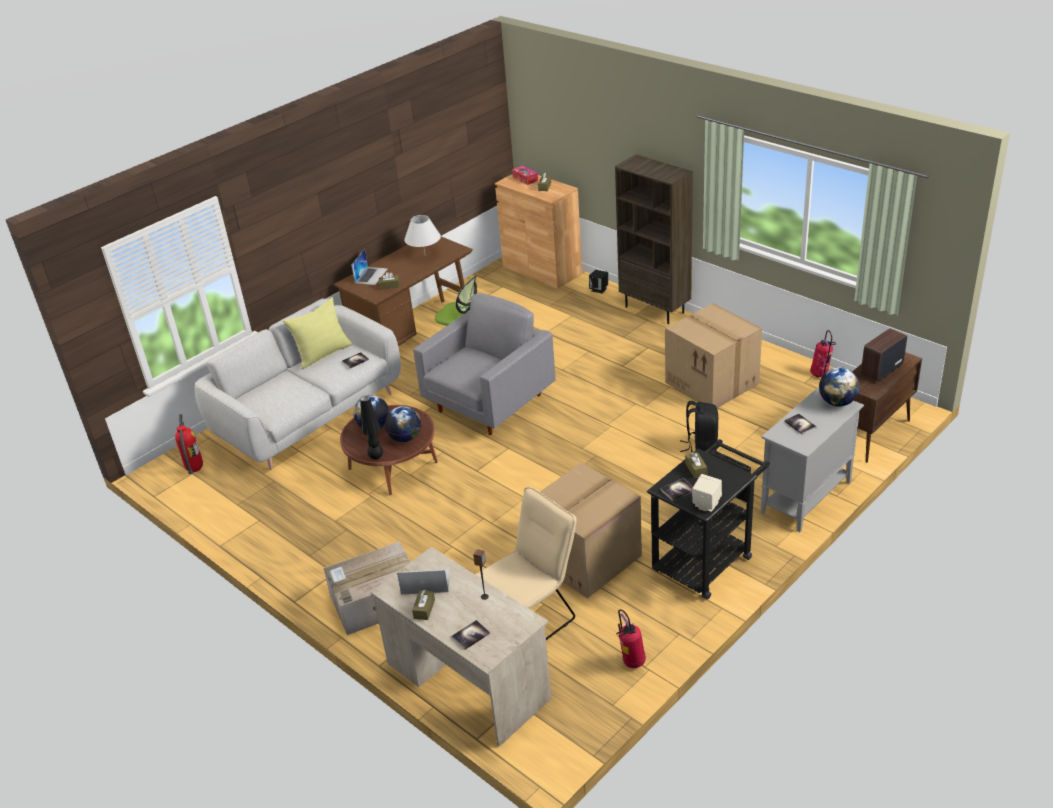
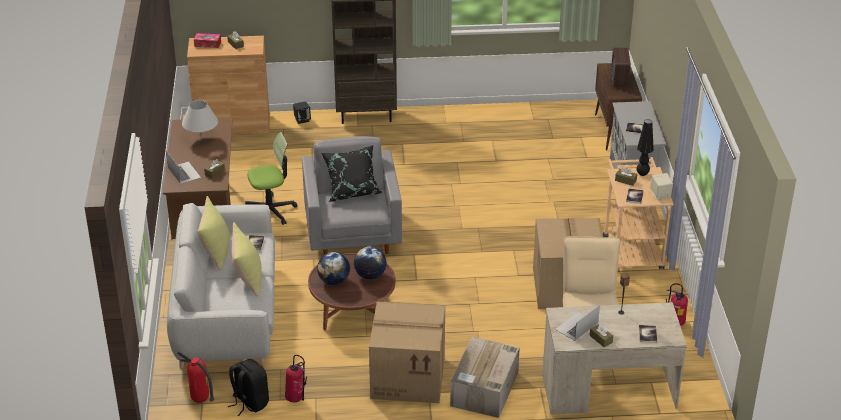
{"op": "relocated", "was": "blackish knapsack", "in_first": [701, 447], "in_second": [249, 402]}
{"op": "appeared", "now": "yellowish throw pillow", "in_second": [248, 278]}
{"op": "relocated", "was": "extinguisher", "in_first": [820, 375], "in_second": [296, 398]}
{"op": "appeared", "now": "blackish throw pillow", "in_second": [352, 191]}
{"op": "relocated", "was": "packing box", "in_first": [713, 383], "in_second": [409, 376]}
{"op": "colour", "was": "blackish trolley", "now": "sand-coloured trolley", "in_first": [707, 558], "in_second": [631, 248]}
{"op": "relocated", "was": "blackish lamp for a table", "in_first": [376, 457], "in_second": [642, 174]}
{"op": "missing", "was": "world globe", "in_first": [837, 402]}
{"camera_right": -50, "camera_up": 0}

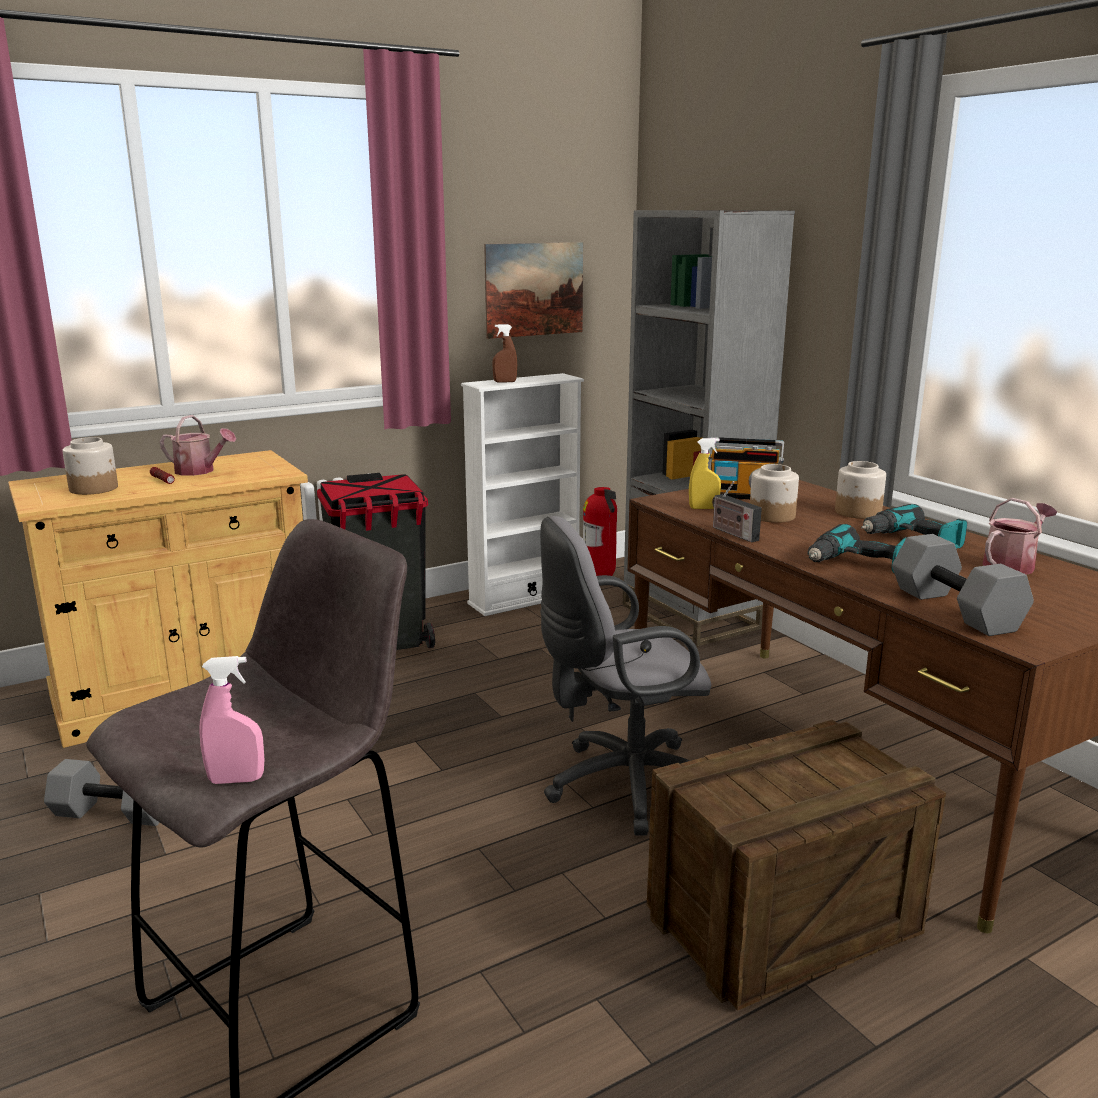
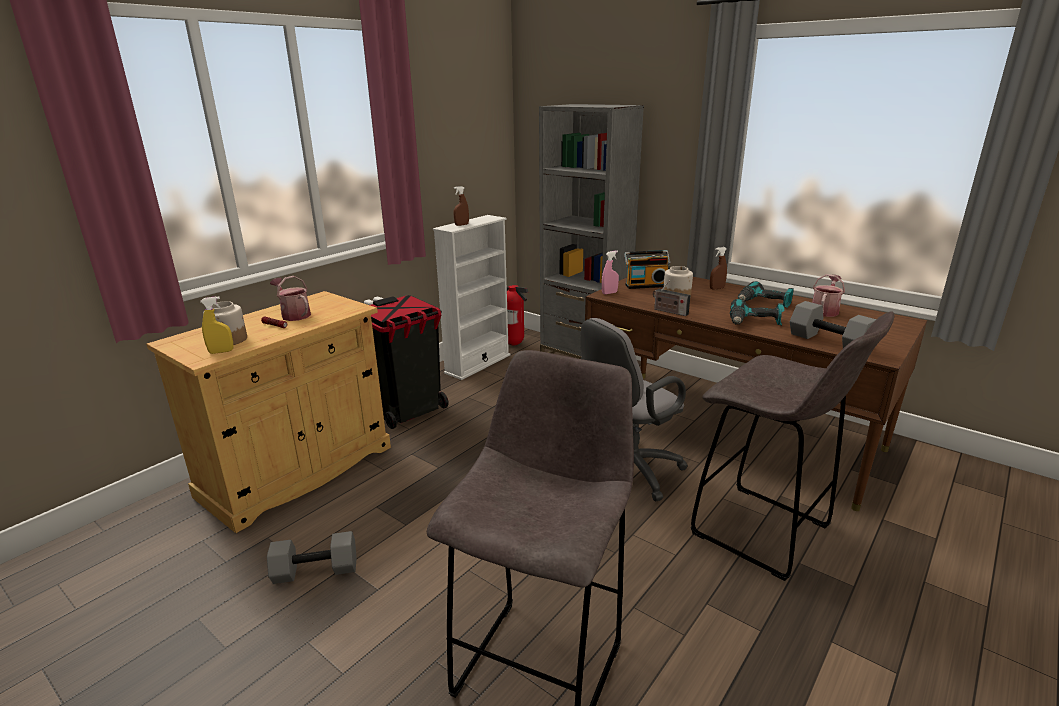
{"op": "relocated", "was": "yellowish spray bottle", "in_first": [703, 508], "in_second": [221, 352]}
{"op": "spun", "was": "watering pot", "in_first": [199, 471], "in_second": [294, 314], "clockwise": -135}
{"op": "relocated", "was": "pinkish spray bottle", "in_first": [236, 780], "in_second": [609, 293]}
{"op": "exchanged", "was": "shipping crate", "now": "greyish stool", "in_first": [781, 923], "in_second": [764, 532]}
{"op": "exchanged", "was": "preserve jar", "now": "brownish spray bottle", "in_first": [857, 512], "in_second": [716, 288]}
{"op": "missing", "was": "picture", "in_first": [534, 289]}
{"camera_right": -20, "camera_up": 5}

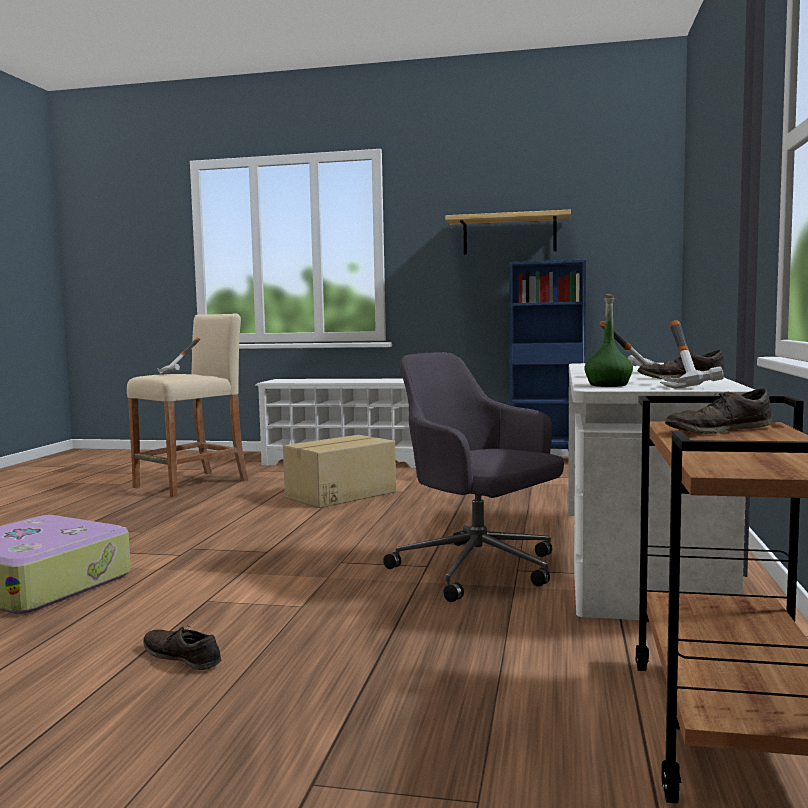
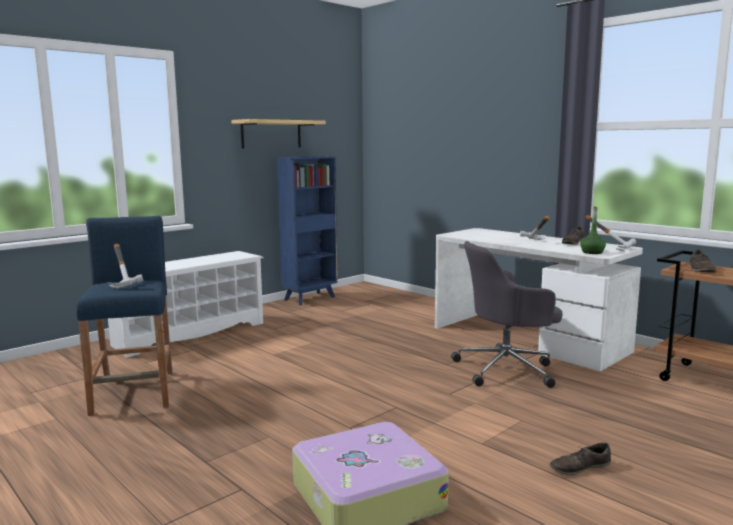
{"op": "colour", "was": "sand-coloured stool", "now": "blue-coloured stool", "in_first": [192, 484], "in_second": [135, 392]}
{"op": "missing", "was": "packing box", "in_first": [339, 494]}
{"camera_right": -55, "camera_up": 5}

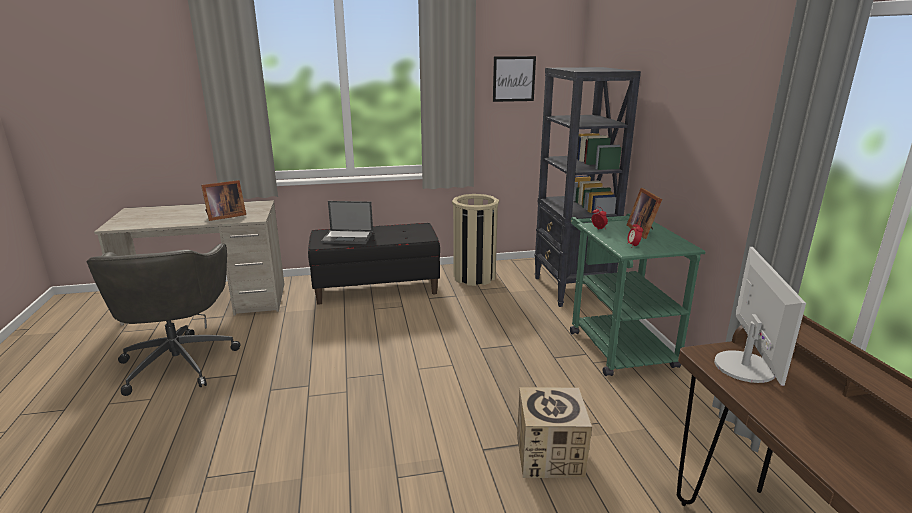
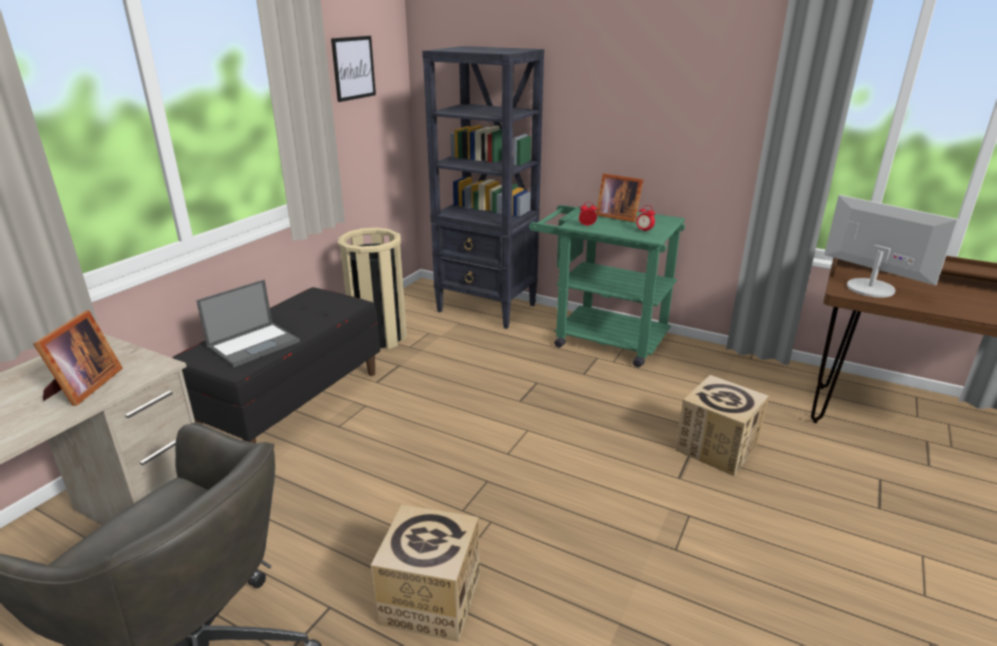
{"op": "appeared", "now": "packing box", "in_second": [430, 599]}
{"camera_right": -50, "camera_up": 5}

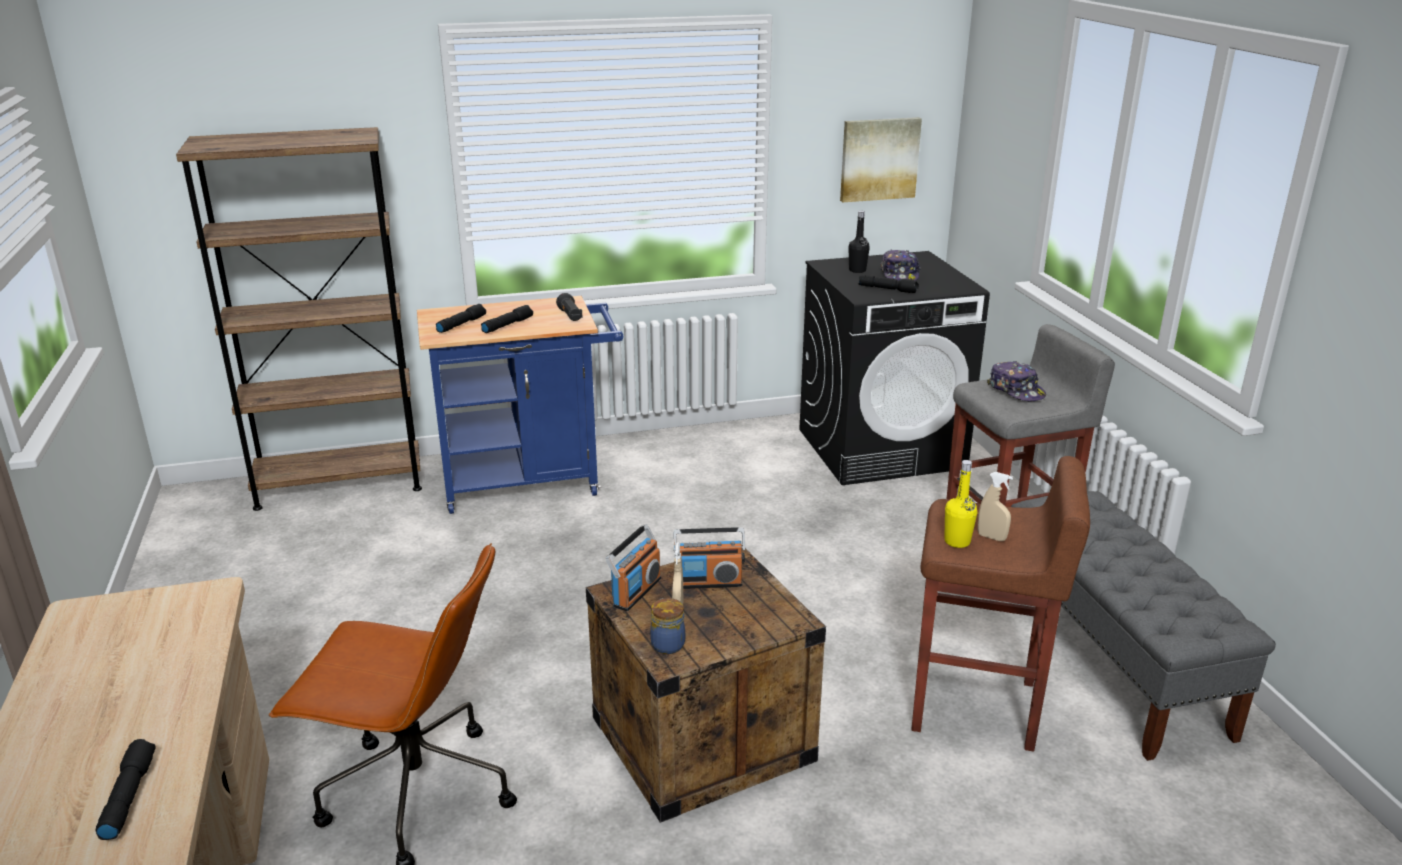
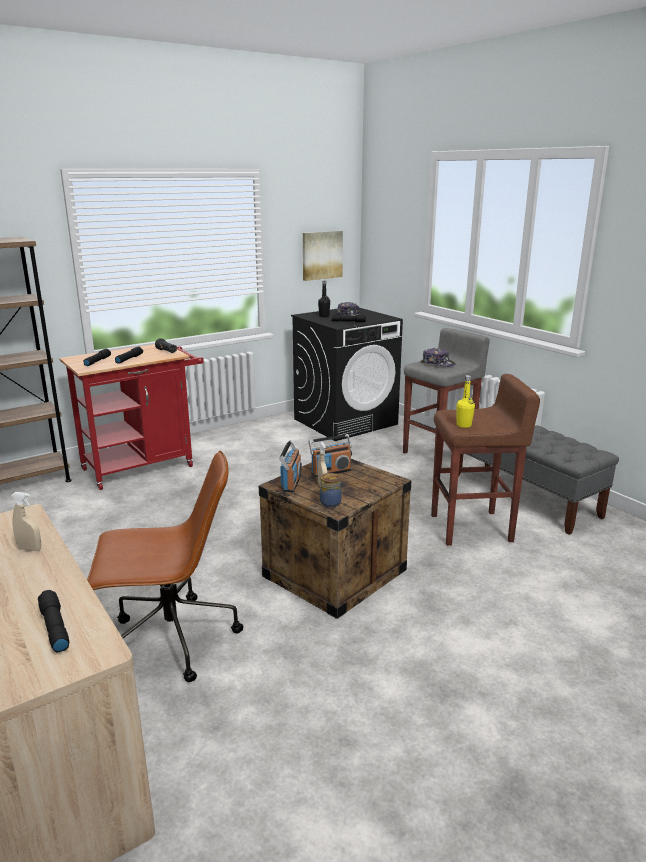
{"op": "relocated", "was": "sand-coloured spray bottle", "in_first": [991, 537], "in_second": [30, 549]}
{"op": "colour", "was": "blue-coloured trolley", "now": "red-coloured trolley", "in_first": [531, 482], "in_second": [144, 466]}
{"camera_right": -20, "camera_up": -5}

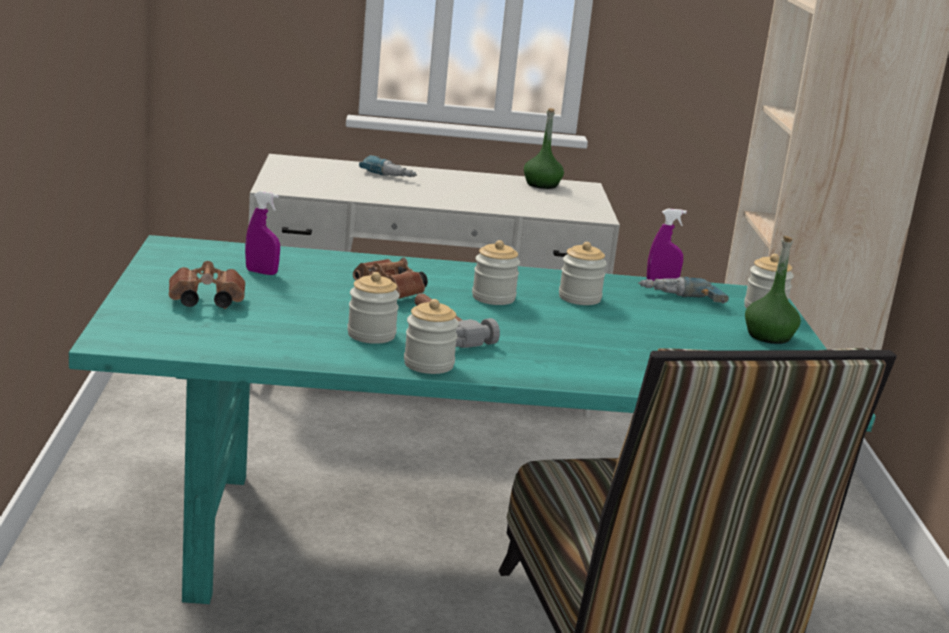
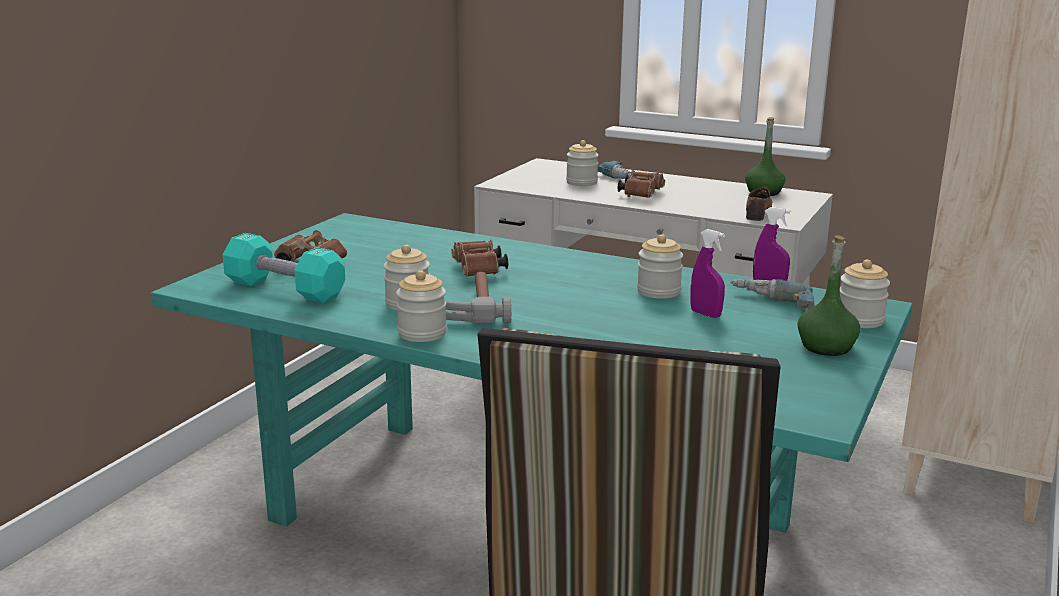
{"op": "appeared", "now": "turquoise-coloured dumbbell", "in_second": [285, 289]}
{"op": "relocated", "was": "preserve jar", "in_first": [493, 298], "in_second": [581, 182]}
{"op": "appeared", "now": "brownish pair of binoculars", "in_second": [642, 194]}
{"op": "relocated", "was": "purple-coloured spray bottle", "in_first": [261, 272], "in_second": [705, 314]}
{"op": "appeared", "now": "item of footwear", "in_second": [758, 213]}
{"camera_right": 30, "camera_up": 0}

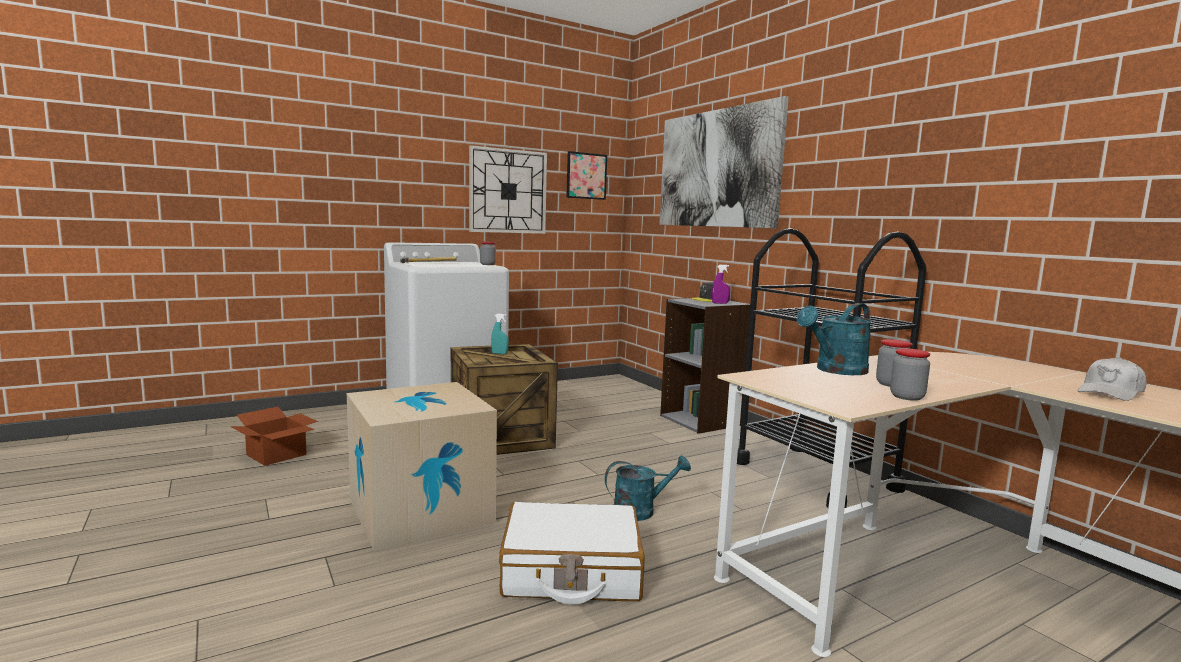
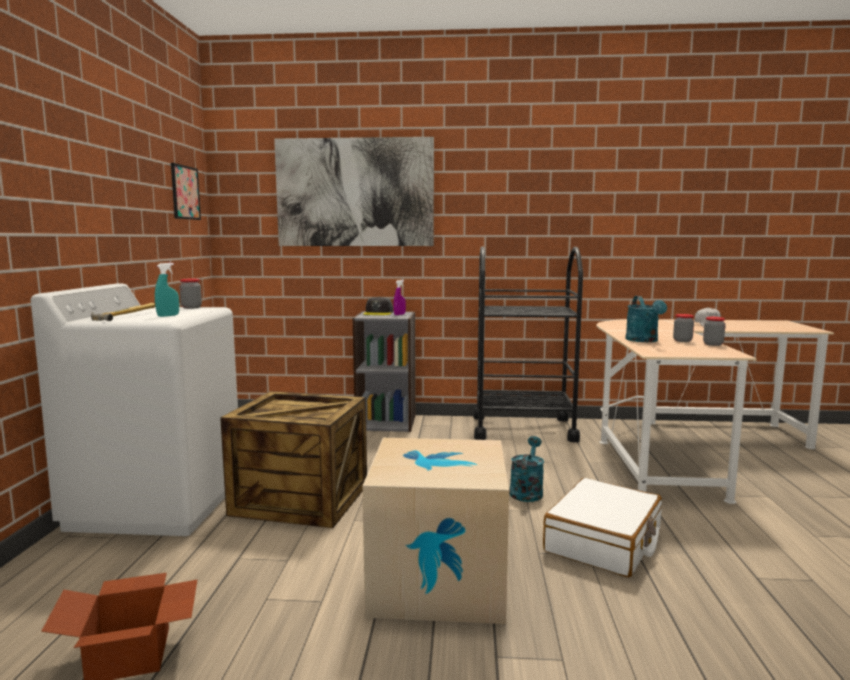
{"op": "relocated", "was": "turquoise-coloured spray bottle", "in_first": [499, 353], "in_second": [168, 316]}
{"op": "missing", "was": "clock on the wall", "in_first": [508, 191]}
{"camera_right": -55, "camera_up": 0}

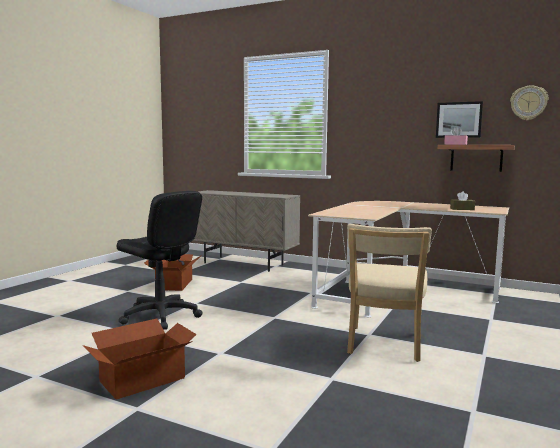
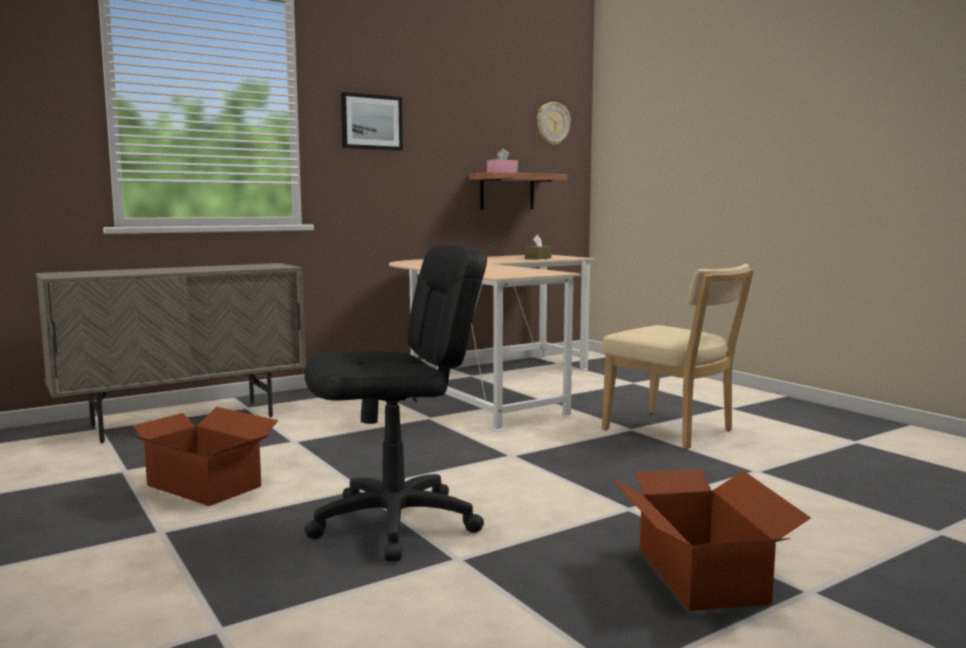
{"op": "relocated", "was": "picture", "in_first": [459, 120], "in_second": [371, 122]}
{"camera_right": -60, "camera_up": 0}

